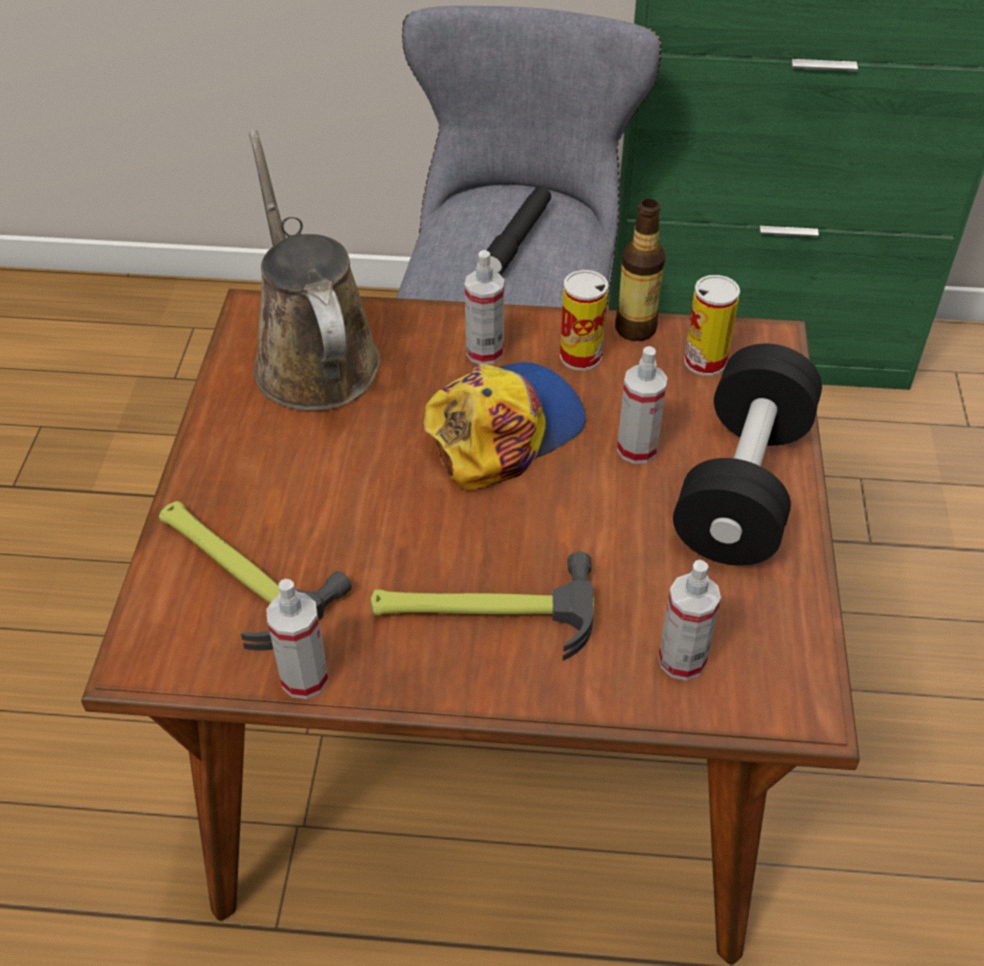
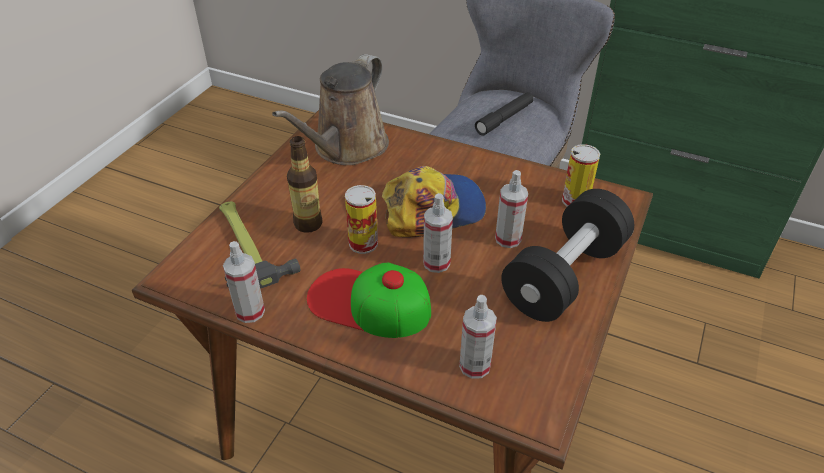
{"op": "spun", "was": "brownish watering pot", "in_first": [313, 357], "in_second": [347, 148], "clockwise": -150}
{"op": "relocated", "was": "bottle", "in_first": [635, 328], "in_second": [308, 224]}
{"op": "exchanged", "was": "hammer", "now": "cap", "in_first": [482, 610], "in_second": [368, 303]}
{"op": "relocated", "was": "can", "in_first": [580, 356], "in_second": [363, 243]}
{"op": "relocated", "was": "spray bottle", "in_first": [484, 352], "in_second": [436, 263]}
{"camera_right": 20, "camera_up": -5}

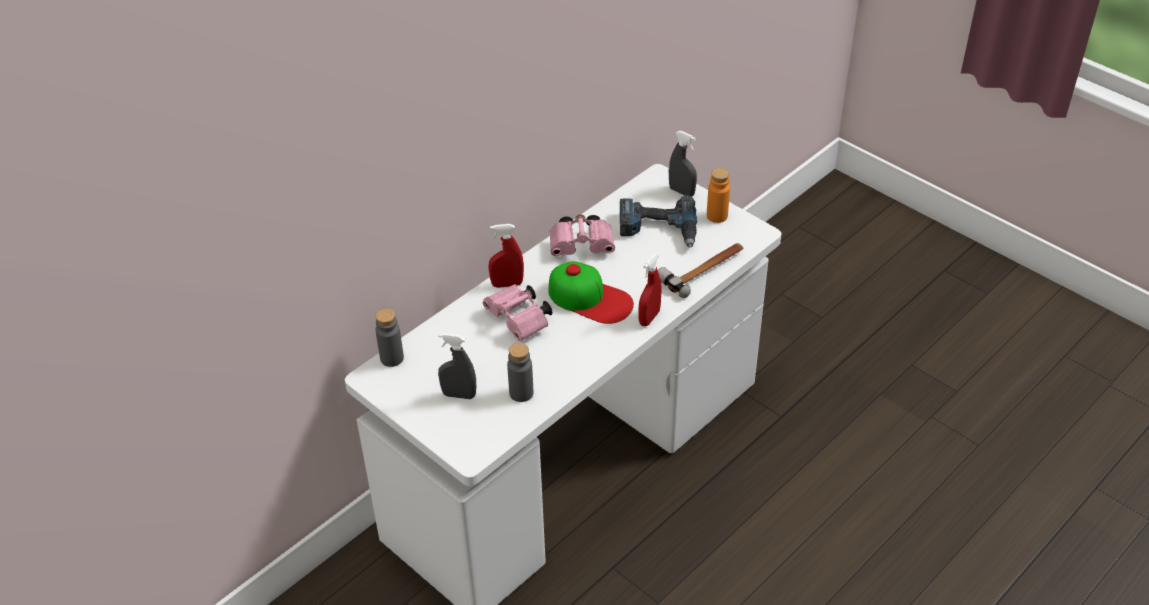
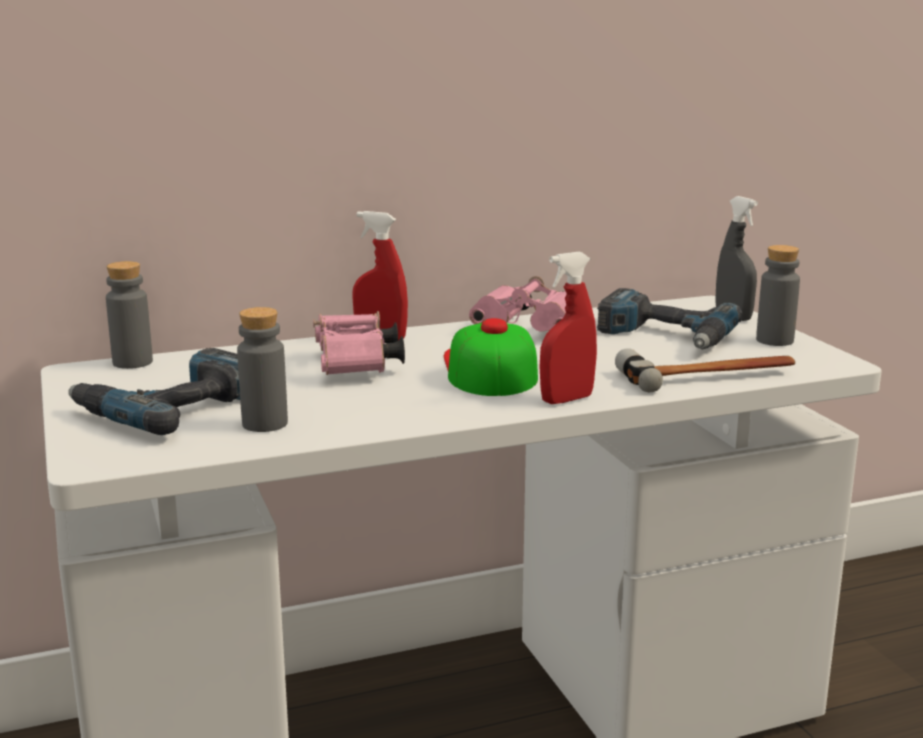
{"op": "exchanged", "was": "greyish spray bottle", "now": "power drill", "in_first": [459, 395], "in_second": [170, 407]}
{"op": "spun", "was": "cap", "in_first": [590, 298], "in_second": [489, 368], "clockwise": -150}
{"op": "colour", "was": "orangey bottle", "now": "greyish bottle", "in_first": [717, 216], "in_second": [774, 340]}
{"camera_right": 25, "camera_up": -25}

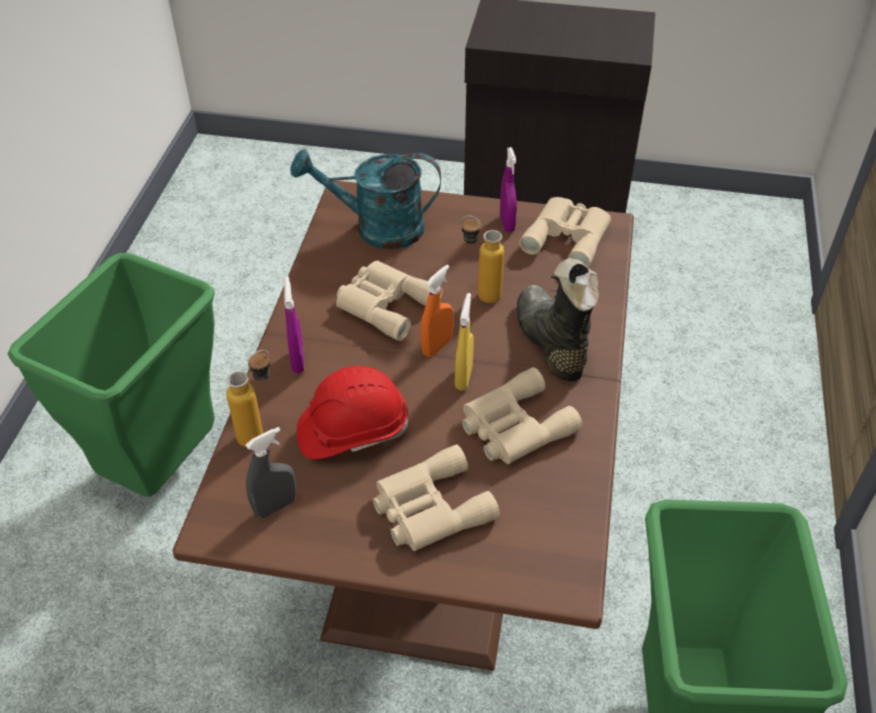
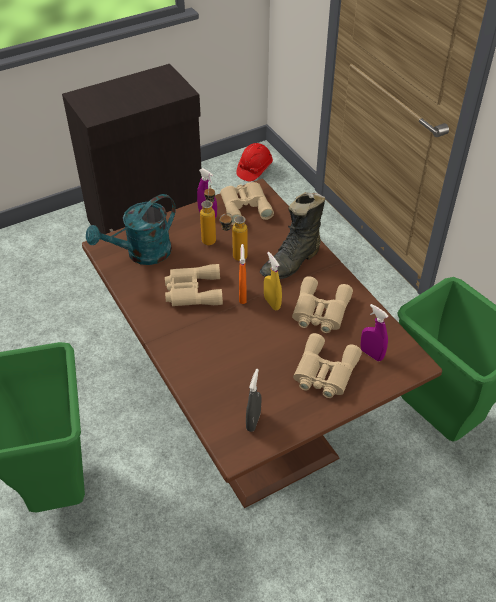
{"op": "relocated", "was": "bottle", "in_first": [260, 432], "in_second": [210, 237]}
{"op": "relocated", "was": "red-coloured hard hat", "in_first": [352, 430], "in_second": [254, 169]}
{"op": "spun", "was": "blackish high-top boot", "in_first": [549, 342], "in_second": [292, 262], "clockwise": -75}
{"op": "relocated", "was": "purple-coloured spray bottle", "in_first": [298, 361], "in_second": [371, 354]}
{"camera_right": -40, "camera_up": 0}

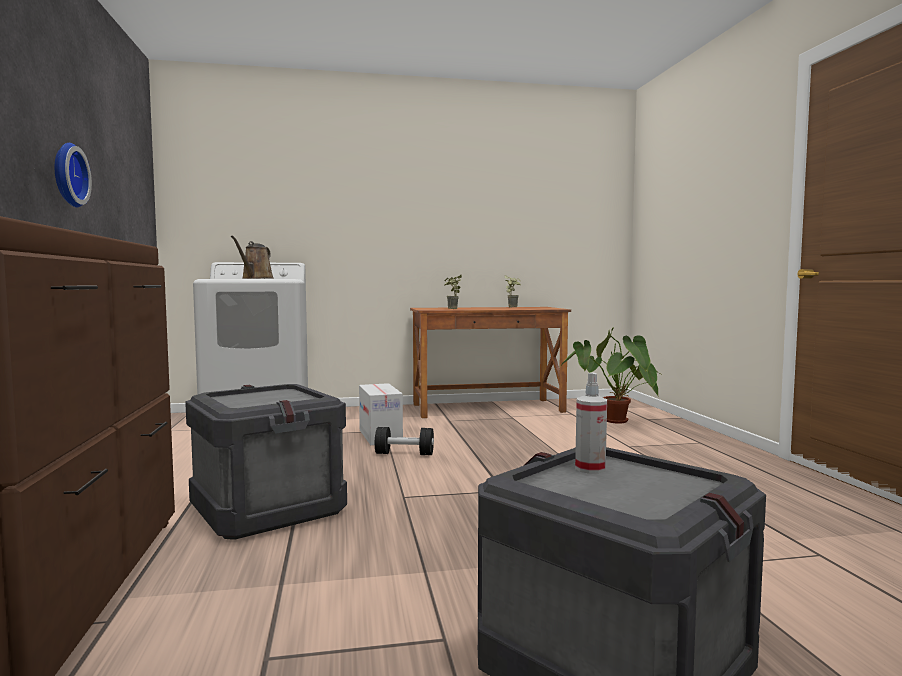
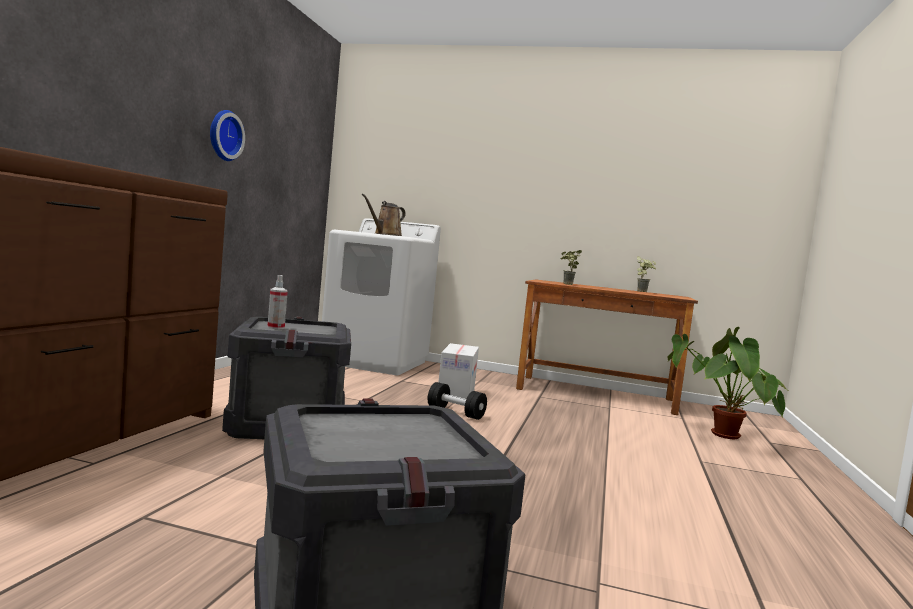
{"op": "relocated", "was": "spray bottle", "in_first": [590, 469], "in_second": [276, 328]}
{"camera_right": 25, "camera_up": 0}

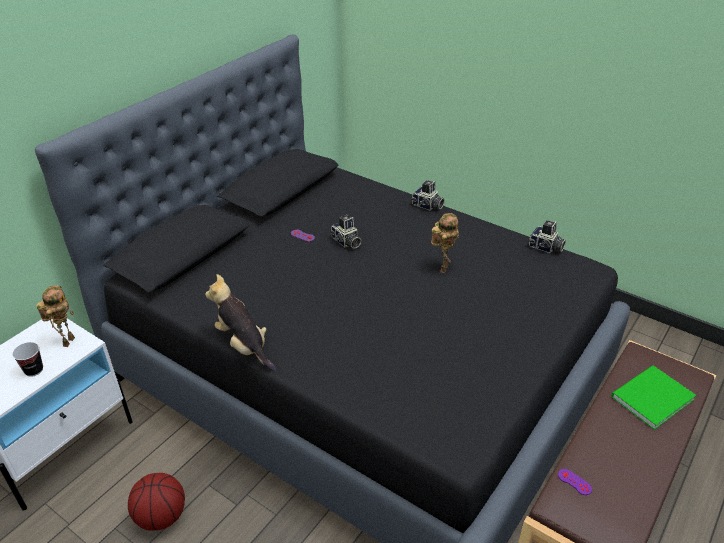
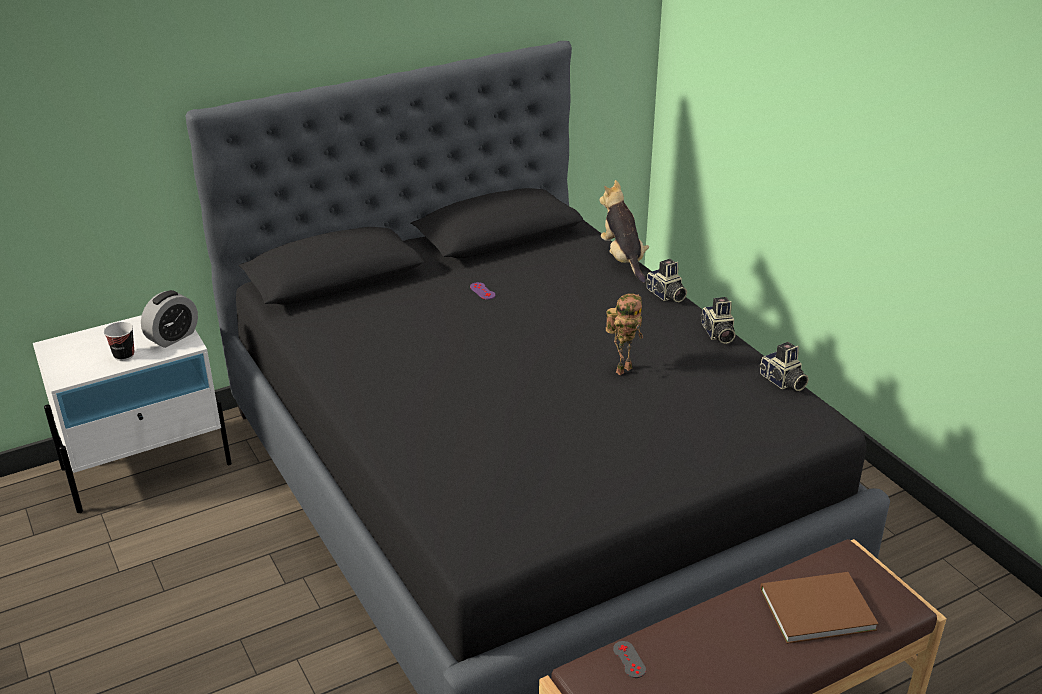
{"op": "exchanged", "was": "robot figure", "now": "bedside clock", "in_first": [68, 341], "in_second": [173, 337]}
{"op": "relocated", "was": "plush toy", "in_first": [244, 345], "in_second": [623, 259]}
{"op": "colour", "was": "purple-coloured game controller", "now": "greyish game controller", "in_first": [574, 482], "in_second": [629, 659]}
{"op": "relocated", "was": "photo camera", "in_first": [346, 242], "in_second": [717, 334]}
{"op": "colour", "was": "green-coloured volume", "now": "brownish volume", "in_first": [649, 398], "in_second": [813, 608]}
{"op": "missing", "was": "ball for basketball", "in_first": [161, 516]}
{"camera_right": 25, "camera_up": -5}

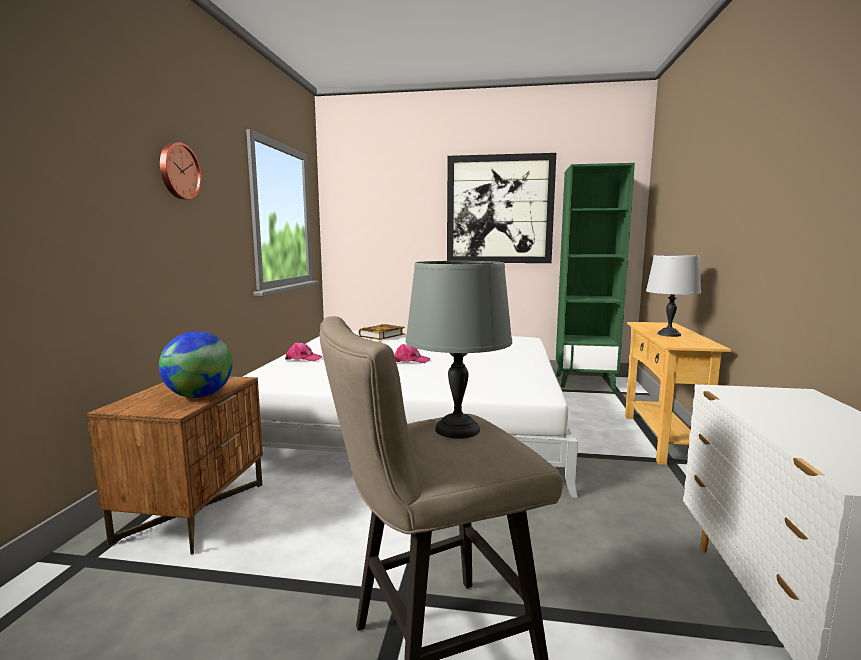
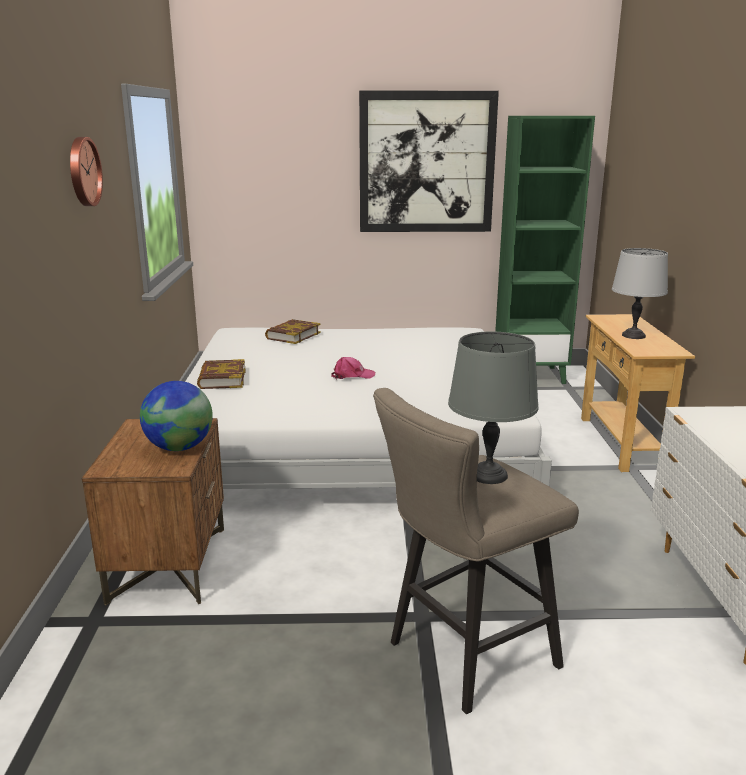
{"op": "exchanged", "was": "pinkish cap", "now": "volume", "in_first": [303, 358], "in_second": [222, 379]}
{"camera_right": -10, "camera_up": 10}

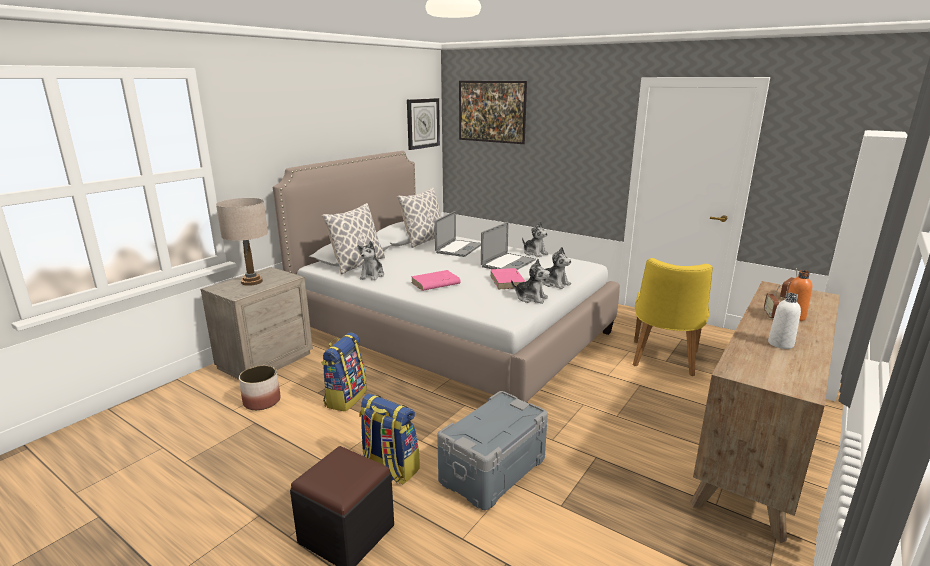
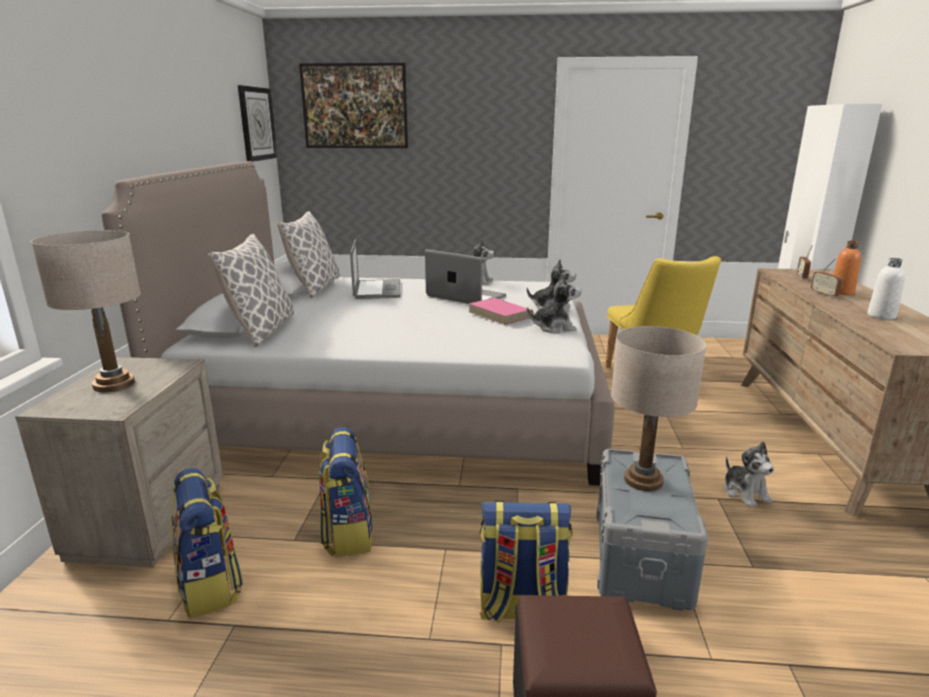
{"op": "exchanged", "was": "planter", "now": "knapsack", "in_first": [262, 401], "in_second": [211, 586]}
{"op": "spun", "was": "portable computer", "in_first": [508, 263], "in_second": [465, 296], "clockwise": -60}
{"op": "appeared", "now": "sand-coloured lamp for a table", "in_second": [643, 480]}
{"op": "relocated", "was": "plush toy", "in_first": [372, 275], "in_second": [745, 493]}
{"op": "missing", "was": "pinkish volume", "in_first": [435, 283]}
{"camera_right": -30, "camera_up": 0}

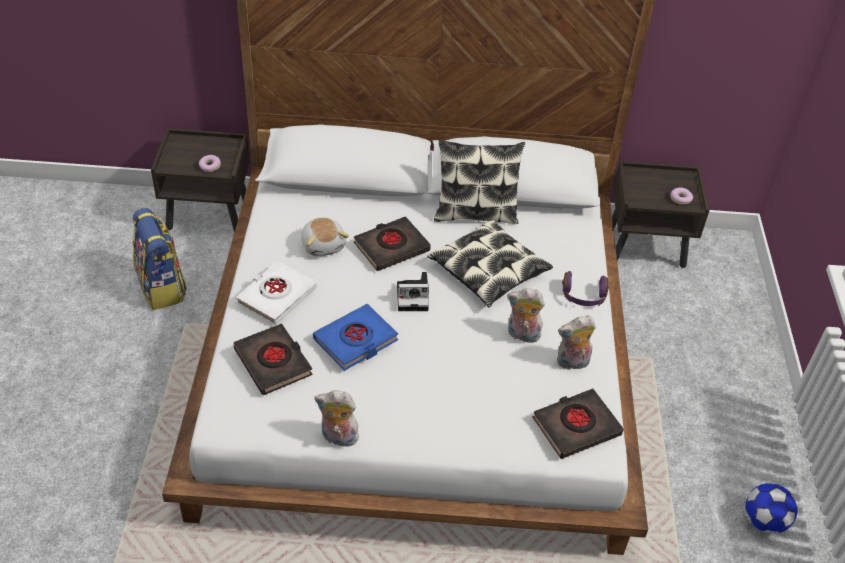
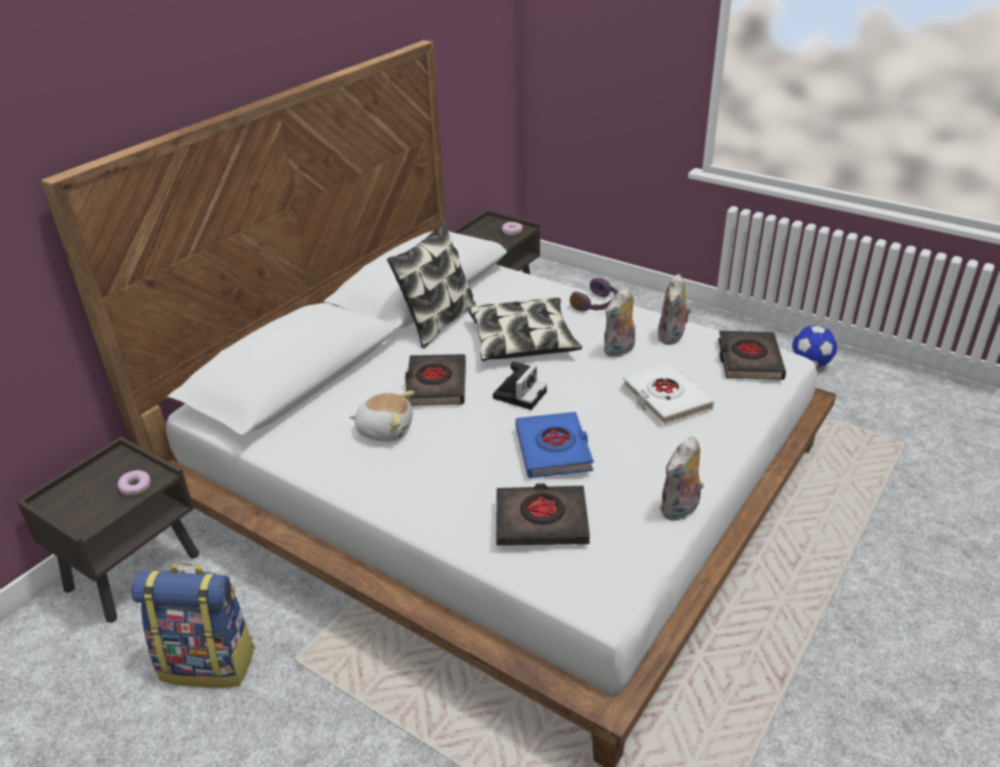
{"op": "relocated", "was": "white volume", "in_first": [276, 296], "in_second": [665, 399]}
{"camera_right": -55, "camera_up": -10}

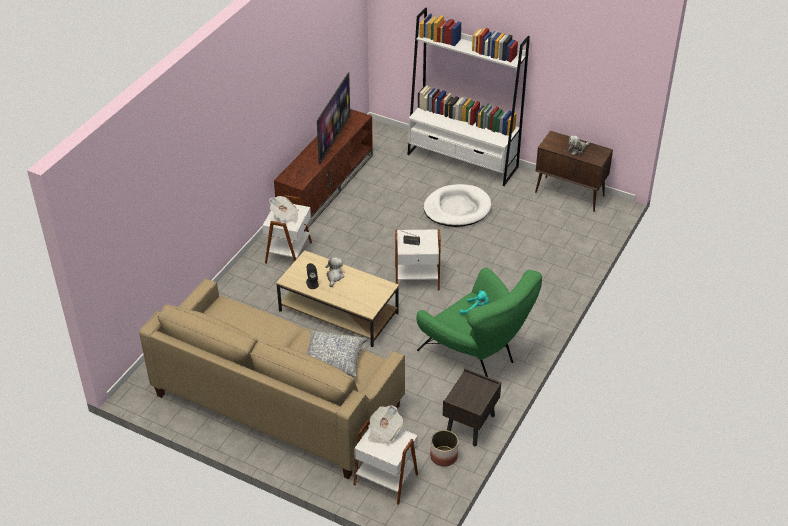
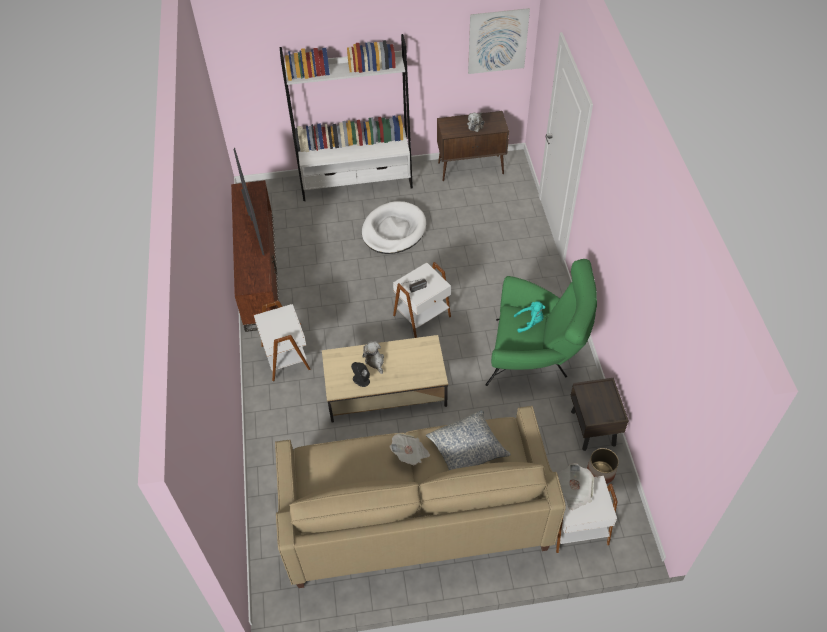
{"op": "relocated", "was": "newspaper", "in_first": [285, 216], "in_second": [410, 454]}
{"op": "appeared", "now": "picture", "in_second": [497, 41]}
{"camera_right": -35, "camera_up": 10}

